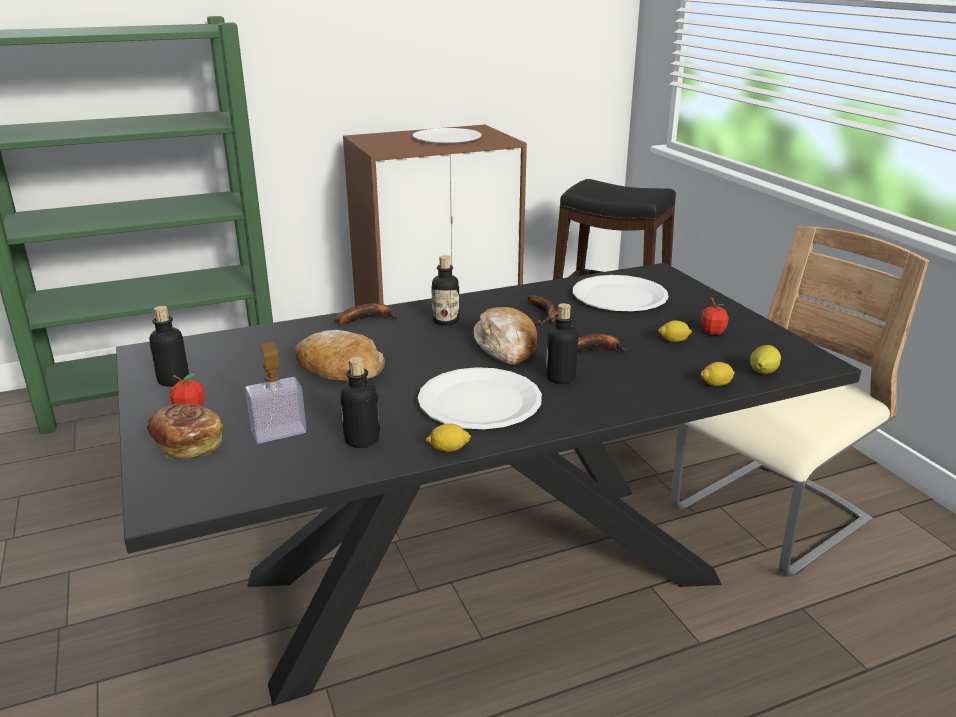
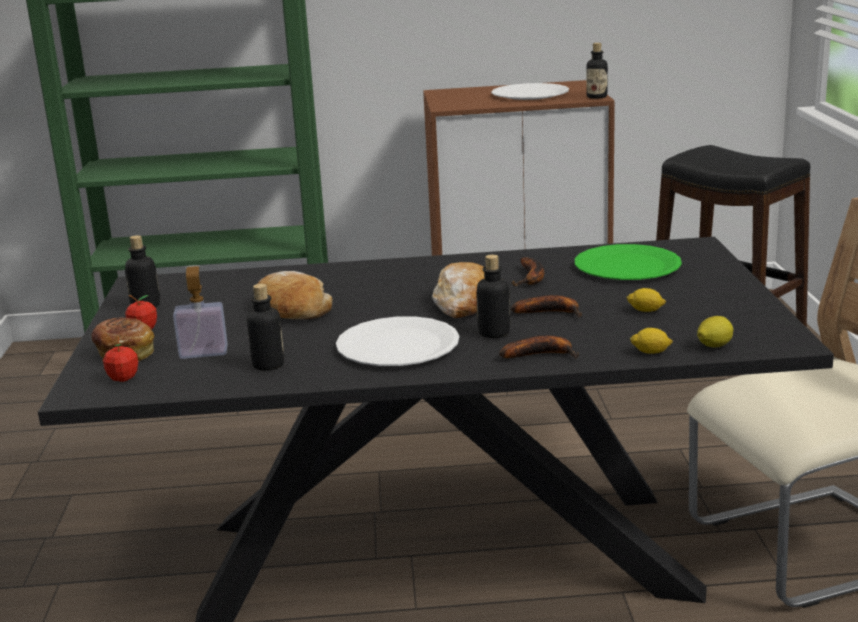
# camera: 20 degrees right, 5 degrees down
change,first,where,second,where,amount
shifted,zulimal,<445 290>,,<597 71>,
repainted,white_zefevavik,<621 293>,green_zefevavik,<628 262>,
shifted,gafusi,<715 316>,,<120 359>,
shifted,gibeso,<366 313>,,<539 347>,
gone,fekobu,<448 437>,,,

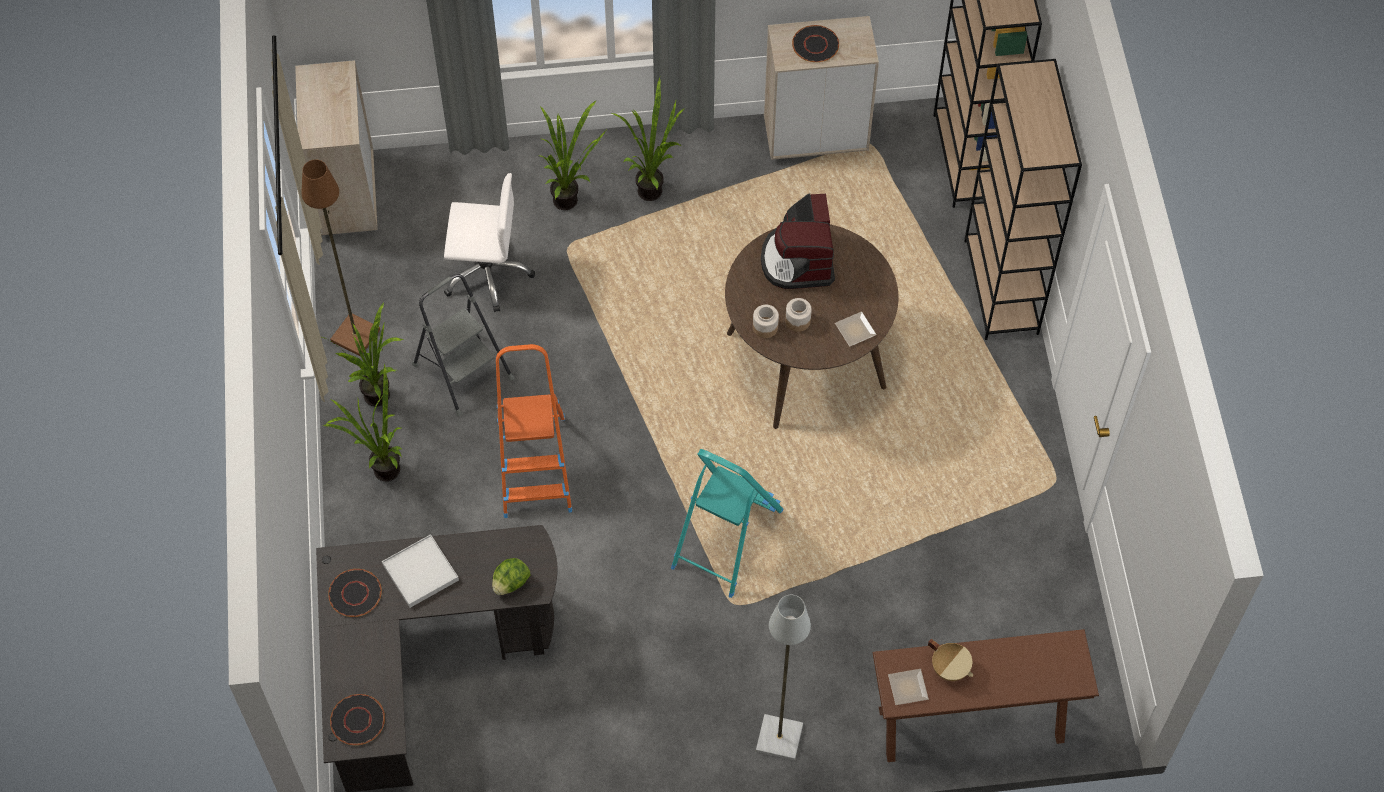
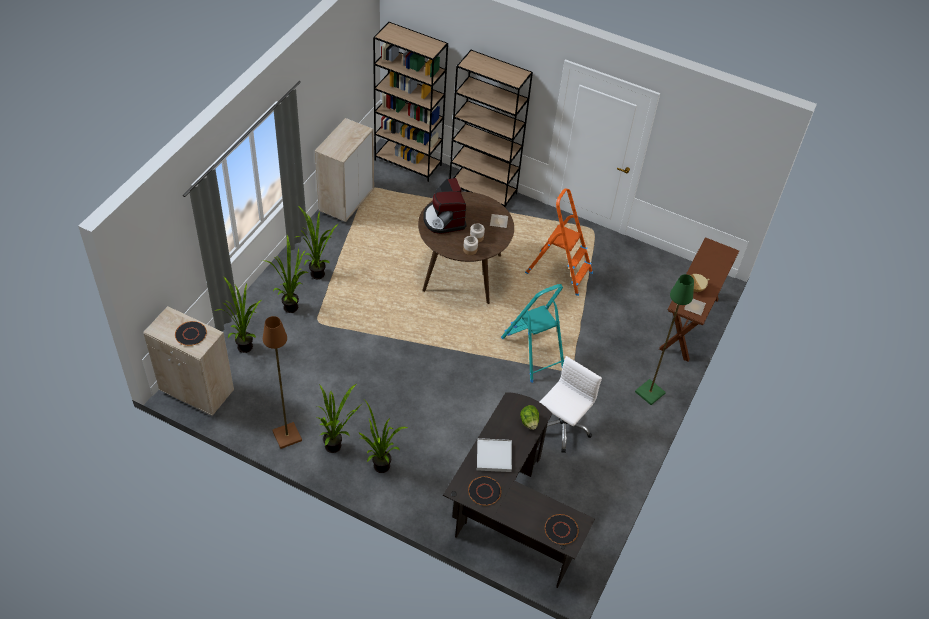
# camera: 60 degrees left, 10 degrees down
change,first,where,second,where,amount
shifted,black_zefevavik,<815 43>,,<191 333>,
shifted,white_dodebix,<489 242>,,<571 404>,
rotated,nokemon,<798 241>,,<445 206>,45 degrees clockwise
gone,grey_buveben,<463 345>,,,
shifted,orange_buveben,<534 431>,,<559 242>,
repainted,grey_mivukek,<783 677>,green_mivukek,<664 339>,
new,,,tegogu,<238 314>,

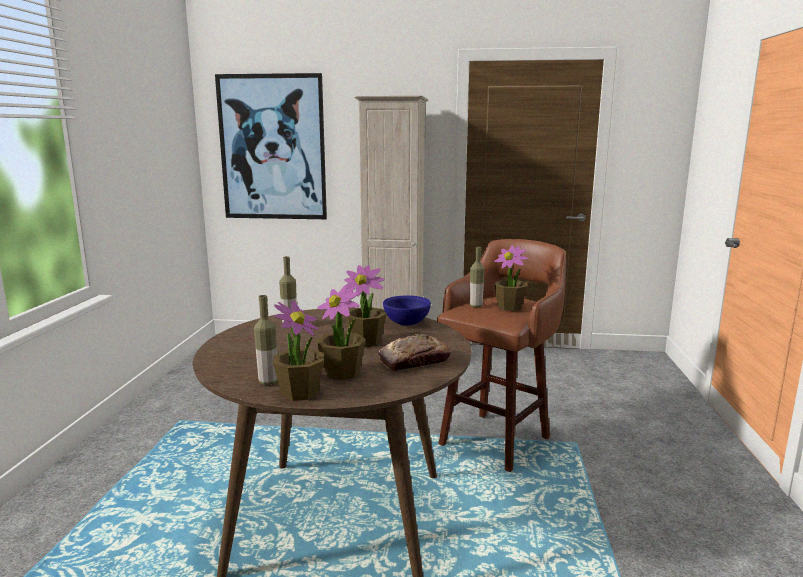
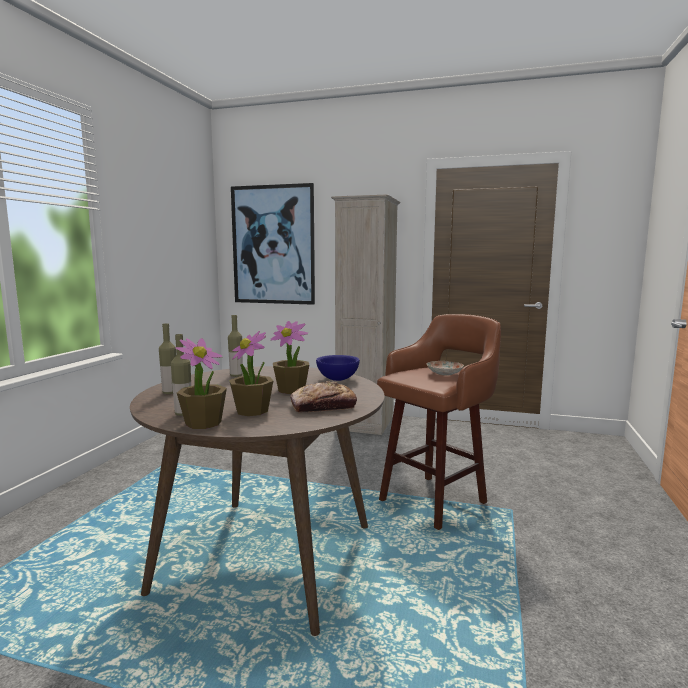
# camera: 10 degrees right, 5 degrees down
change,first,where,second,where,amount
swapped,tegogu,<511 278>,zefevavik,<445 368>,
shifted,zulimal,<477 277>,,<167 358>,

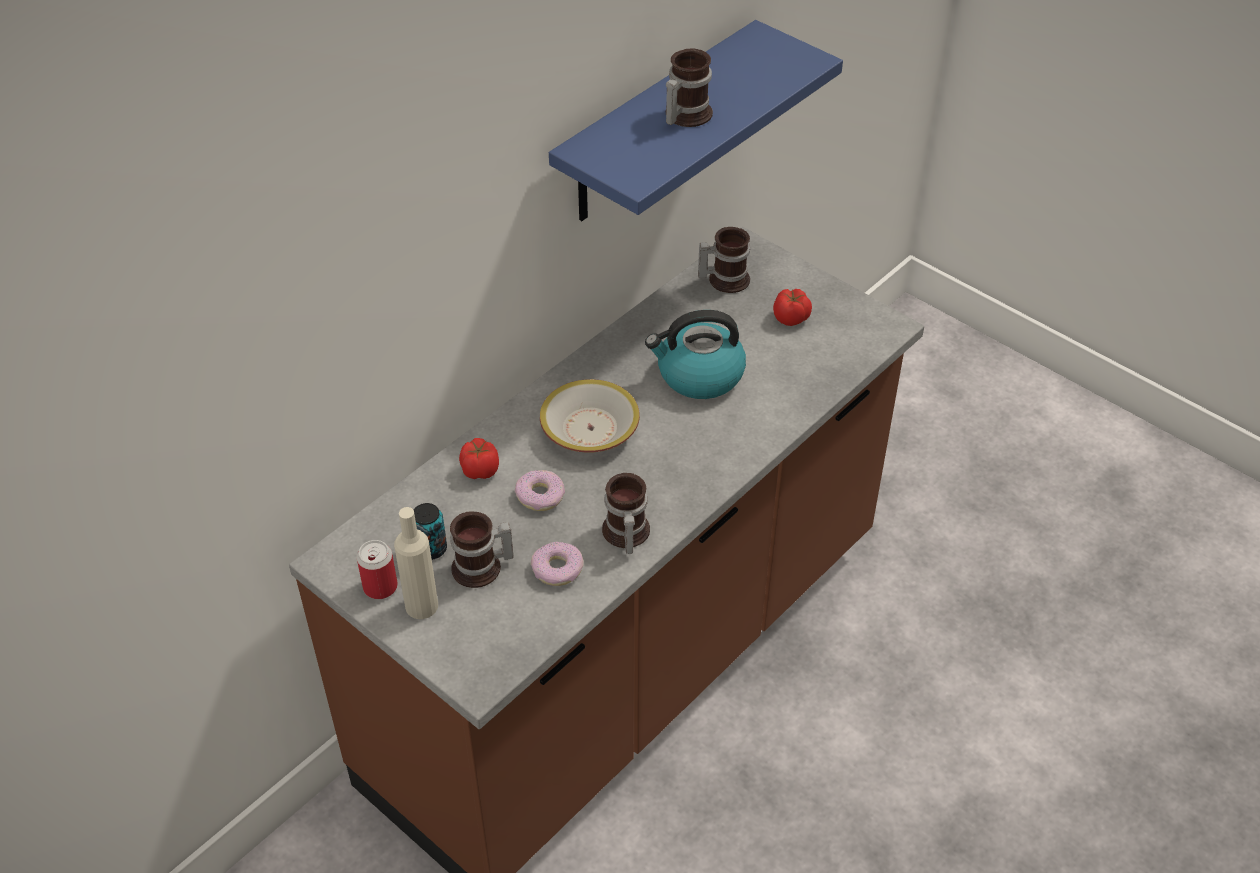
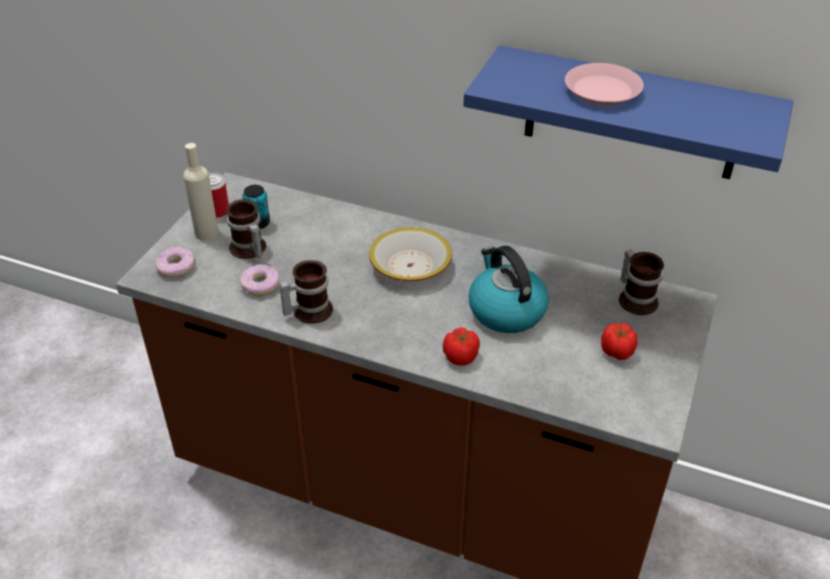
# camera: 70 degrees right, 5 degrees down
change,first,where,second,where,amount
swapped,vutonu,<689 87>,pink_zefevavik,<604 84>,
shifted,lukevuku,<479 458>,,<461 346>,
shifted,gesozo,<540 490>,,<175 262>,

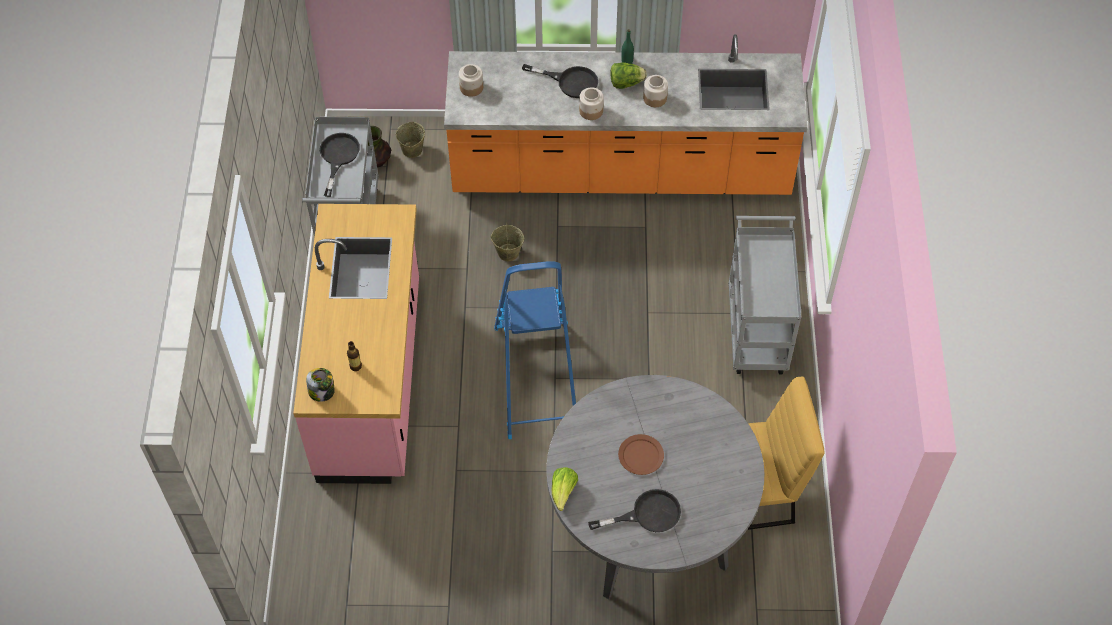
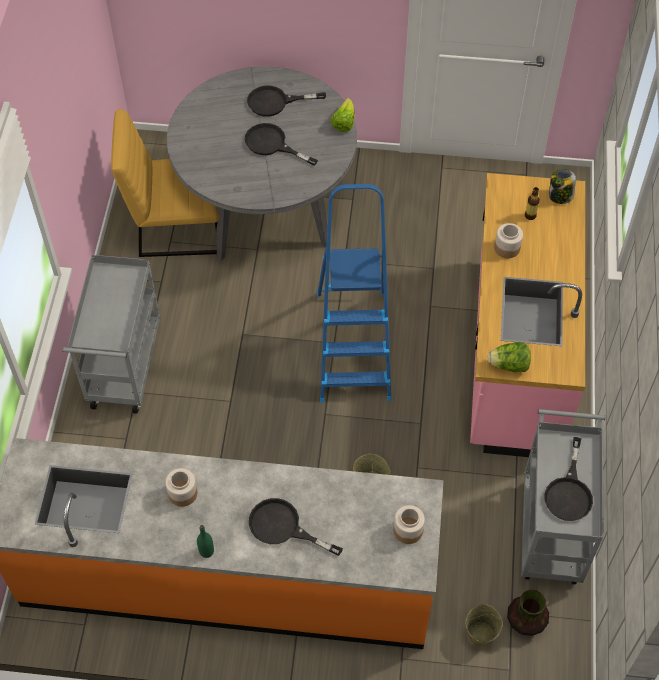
# camera: 175 degrees left, 0 degrees up
change,first,where,second,where,amount
shifted,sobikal,<628 76>,,<509 357>,
shifted,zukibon,<591 103>,,<508 240>,
swapped,brown_zefevavik,<641 454>,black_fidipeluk,<281 144>,

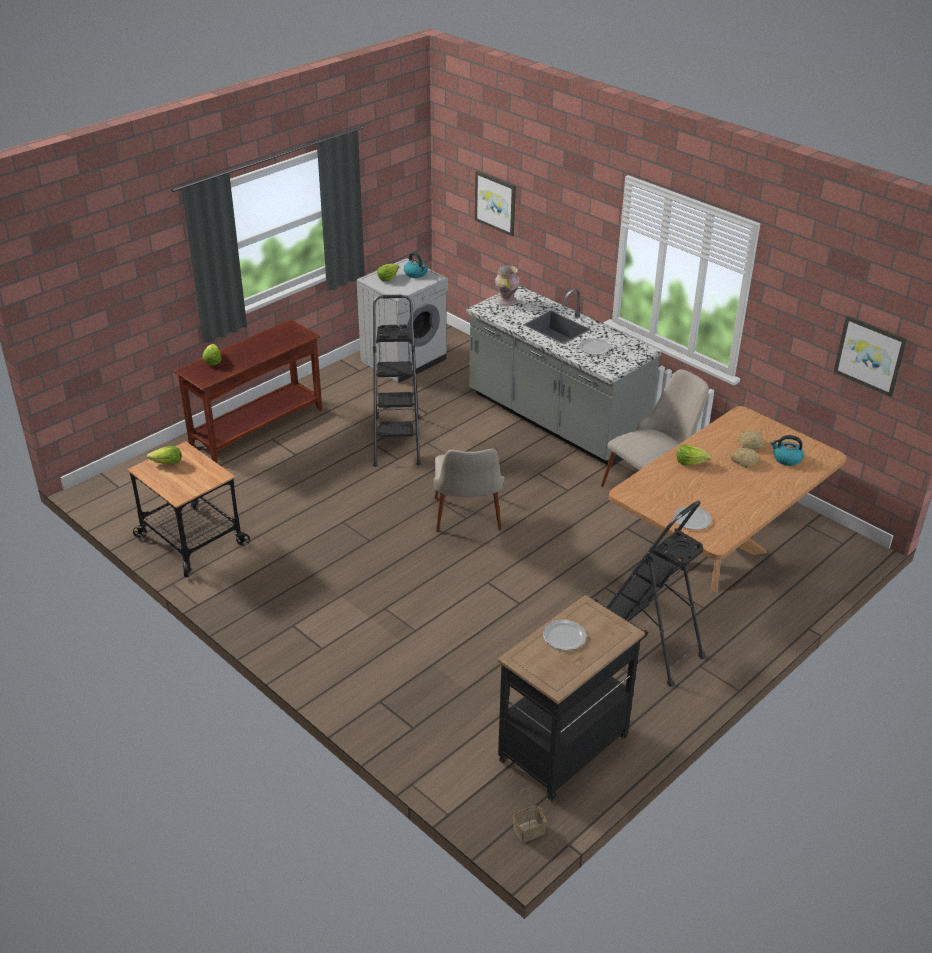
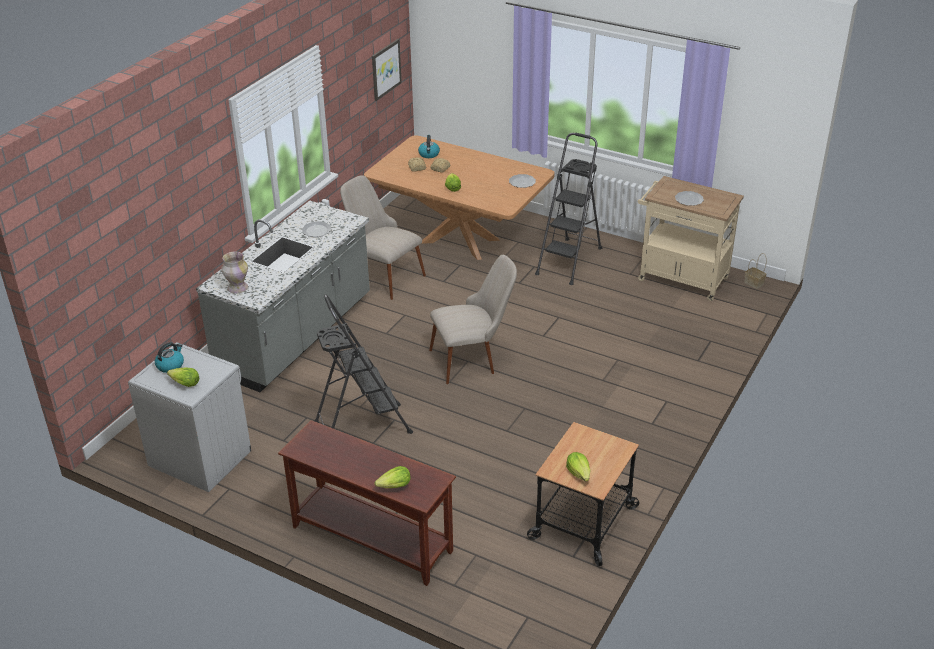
# camera: 105 degrees left, 0 degrees up
change,first,where,second,where,amount
gone,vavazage,<495 203>,,,
repainted,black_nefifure,<572 698>,beige_nefifure,<690 238>,

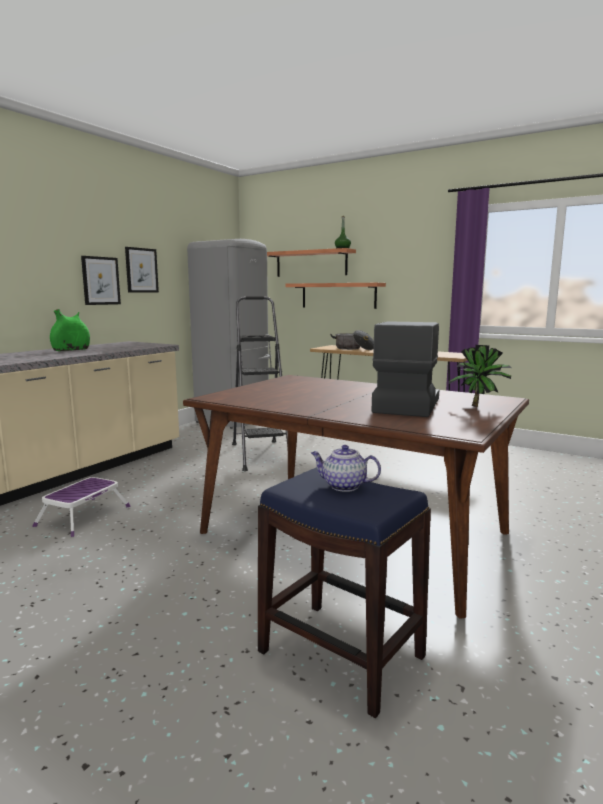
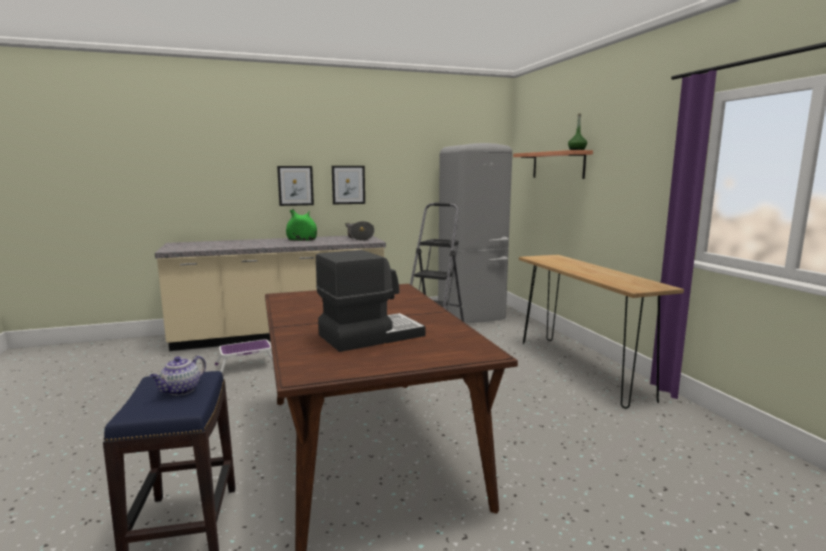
# camera: 40 degrees right, 0 degrees up
change,first,where,second,where,amount
shifted,vavazage,<142 270>,,<295 186>,
gone,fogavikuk,<335 296>,,,
shifted,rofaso,<352 340>,,<359 231>,
gone,tegogu,<480 376>,,,
rotated,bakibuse,<346 468>,,<178 375>,120 degrees counterclockwise

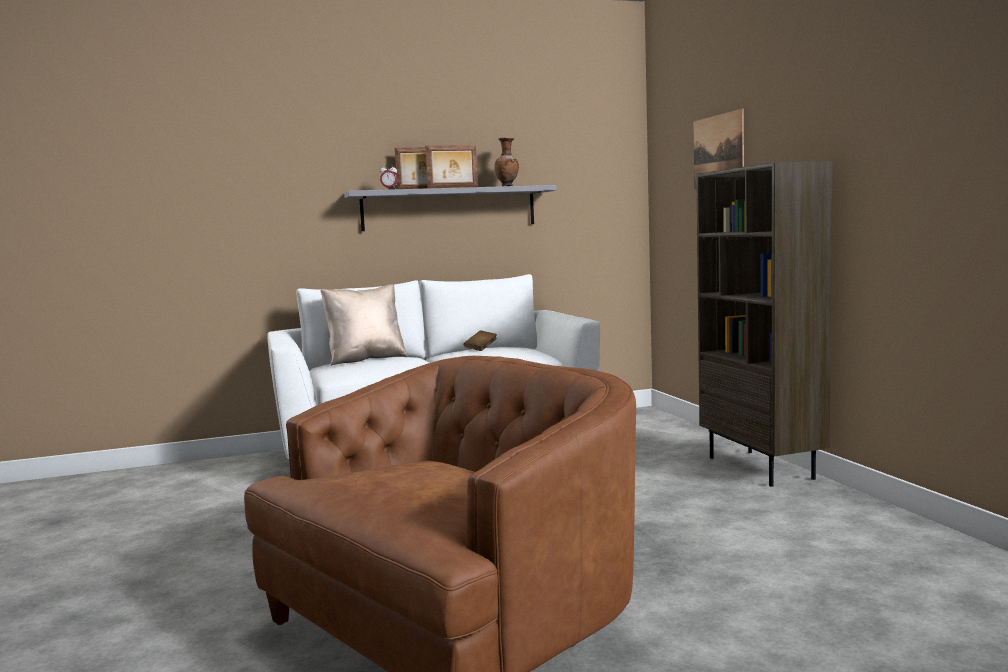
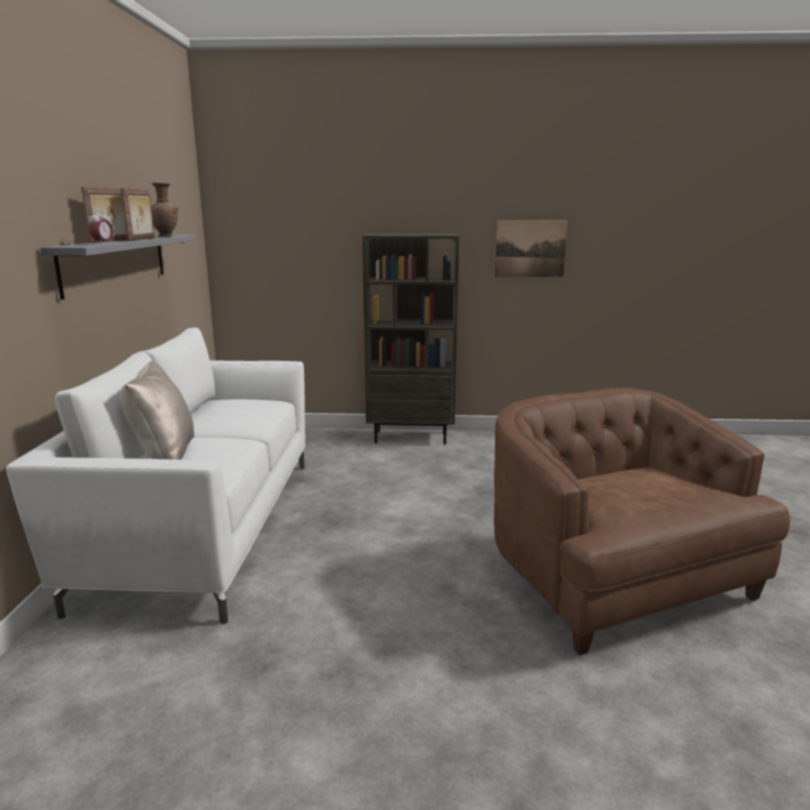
# camera: 70 degrees left, 10 degrees up
change,first,where,second,where,amount
shifted,vavazage,<718 148>,,<531 248>,
gone,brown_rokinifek,<480 340>,,,

